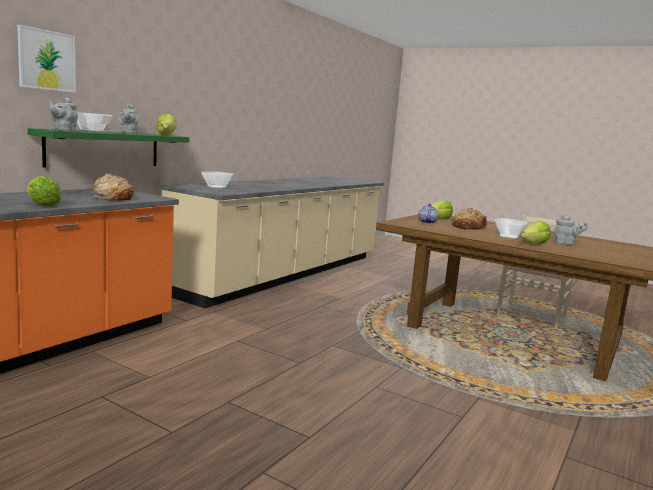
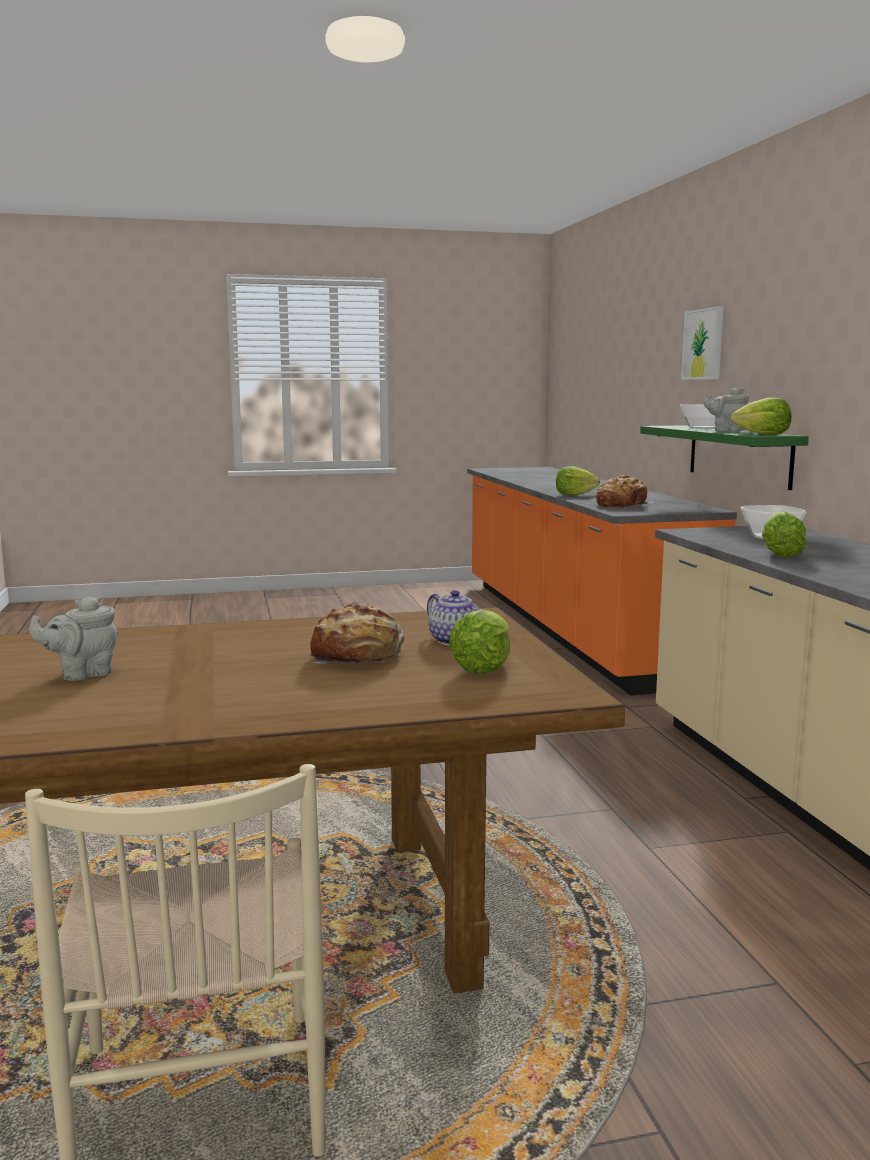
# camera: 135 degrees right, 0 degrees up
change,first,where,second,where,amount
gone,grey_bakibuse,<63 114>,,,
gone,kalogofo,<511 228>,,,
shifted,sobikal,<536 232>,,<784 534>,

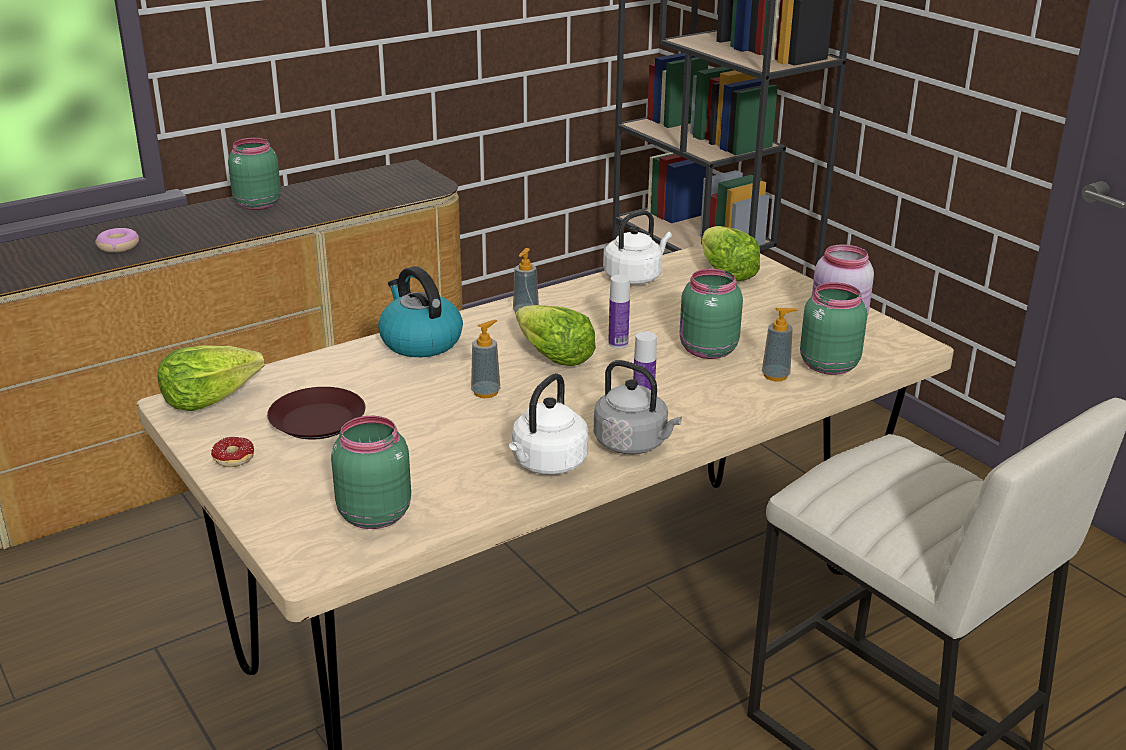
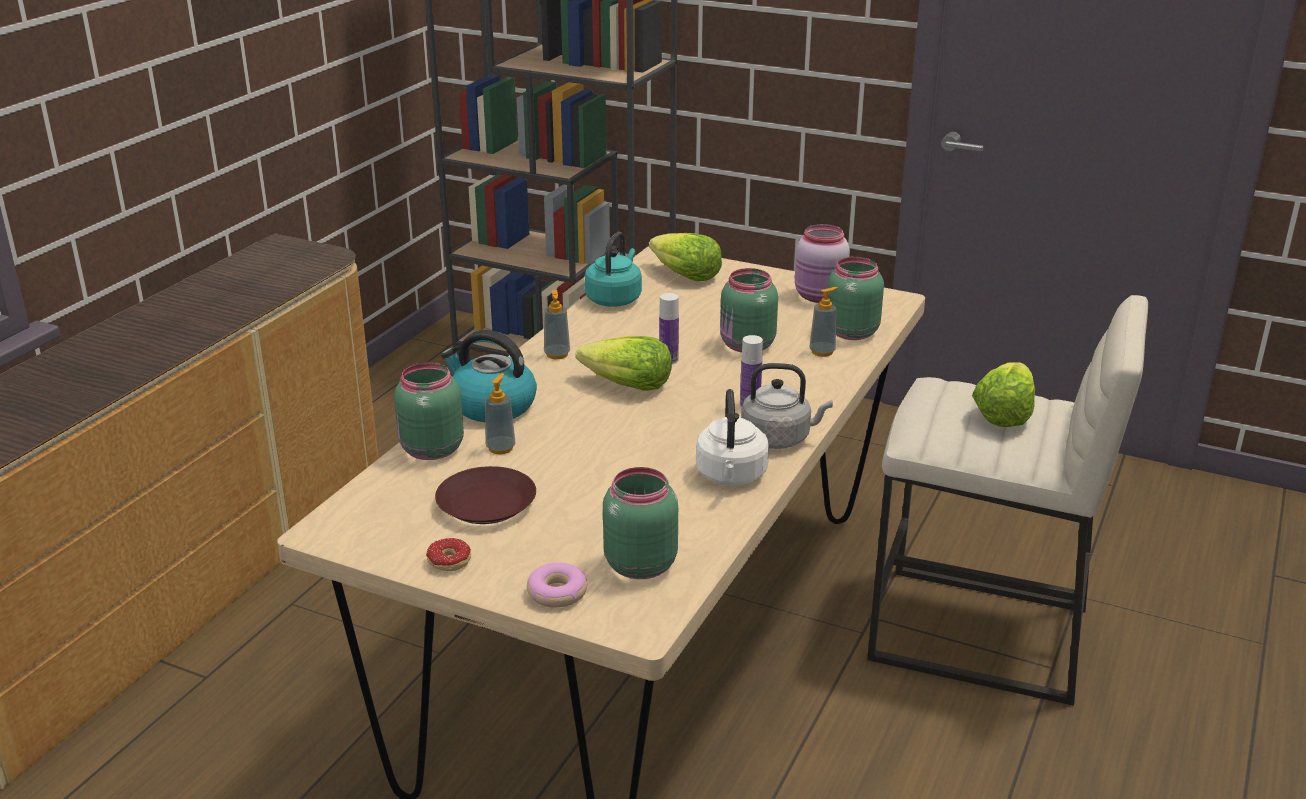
# camera: 30 degrees left, 0 degrees up
change,first,where,second,where,amount
shifted,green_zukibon,<254 173>,,<429 411>,
repainted,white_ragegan,<638 247>,turquoise_ragegan,<613 269>,
shifted,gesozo,<117 240>,,<557 585>,
shifted,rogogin,<485 359>,,<500 413>,
shifted,sobikal,<211 378>,,<1003 394>,

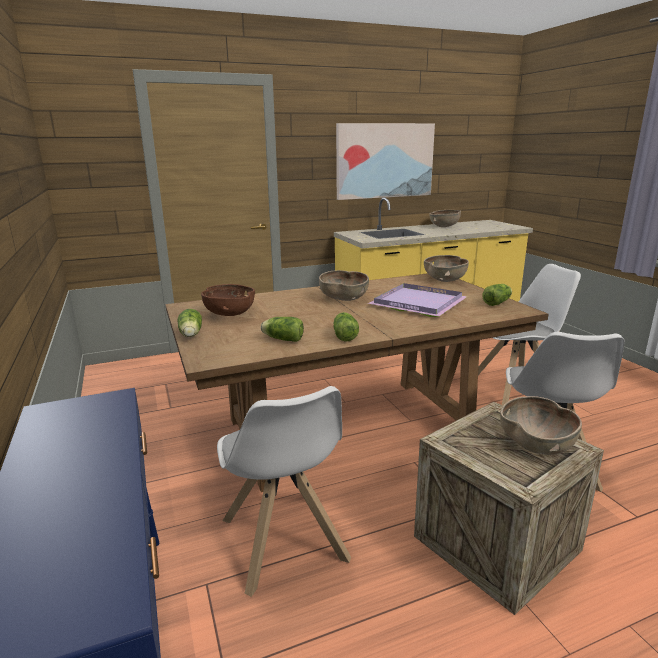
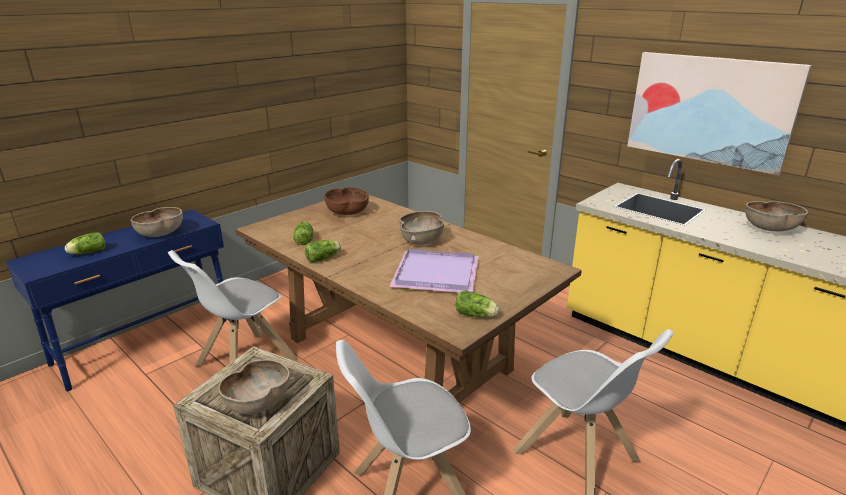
# camera: 65 degrees right, 5 degrees up
change,first,where,second,where,amount
shifted,brown_kalogofo,<446 268>,,<157 222>,
shifted,sobikal,<189 323>,,<85 243>,

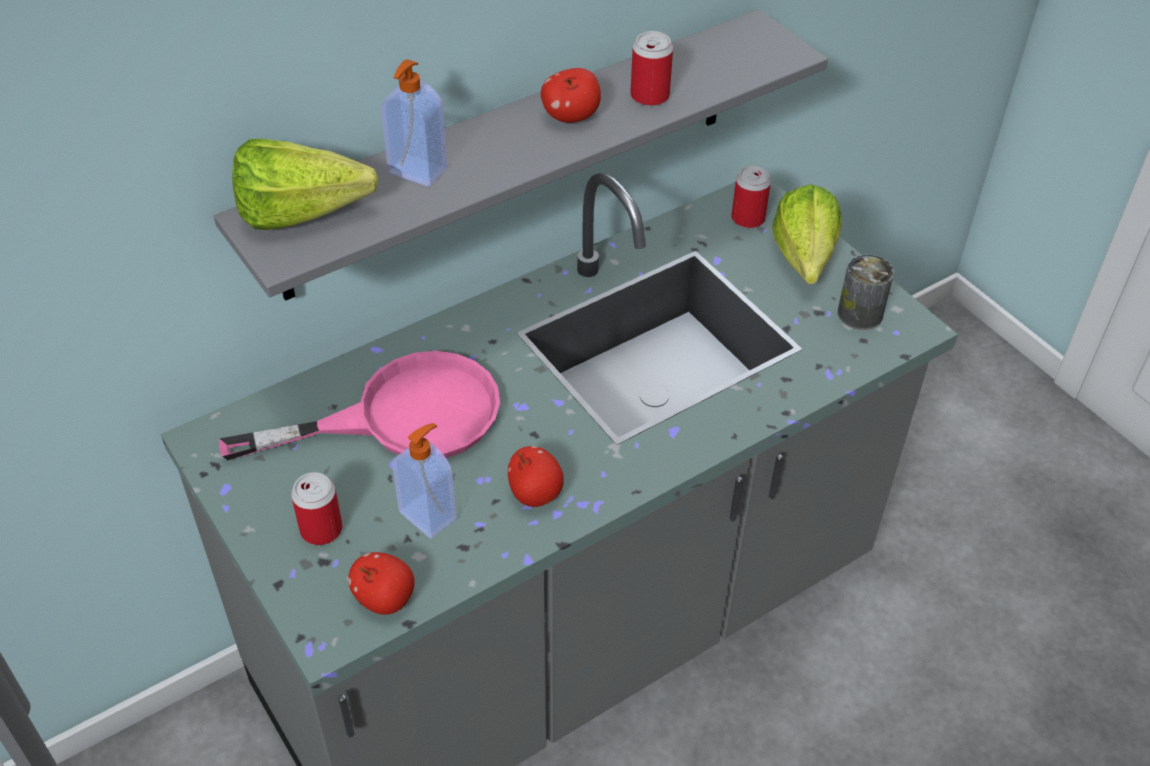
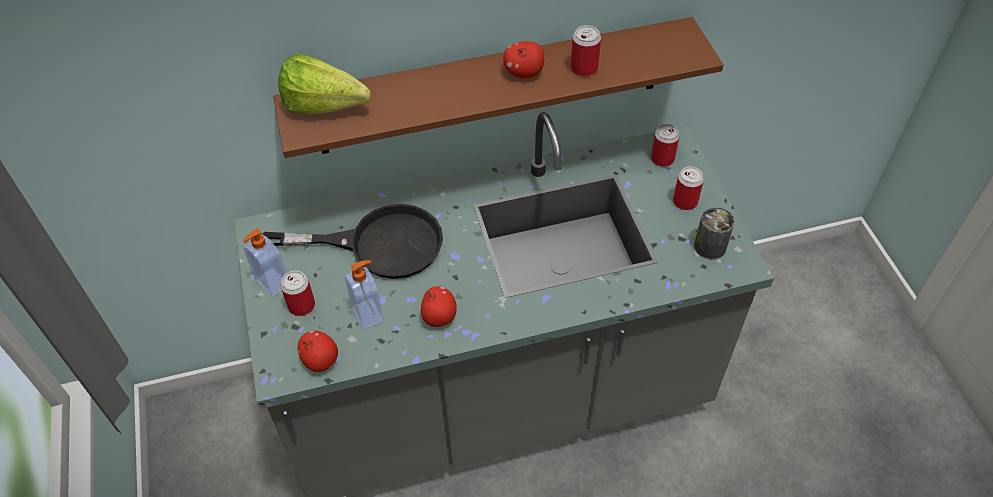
# camera: 20 degrees right, 5 degrees up
change,first,where,second,where,amount
repainted,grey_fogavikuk,<521 155>,brown_fogavikuk,<498 87>,
shifted,rogogin,<414 122>,,<264 262>,
swapped,sobikal,<806 234>,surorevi,<688 188>,
repainted,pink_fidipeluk,<359 406>,black_fidipeluk,<352 241>,

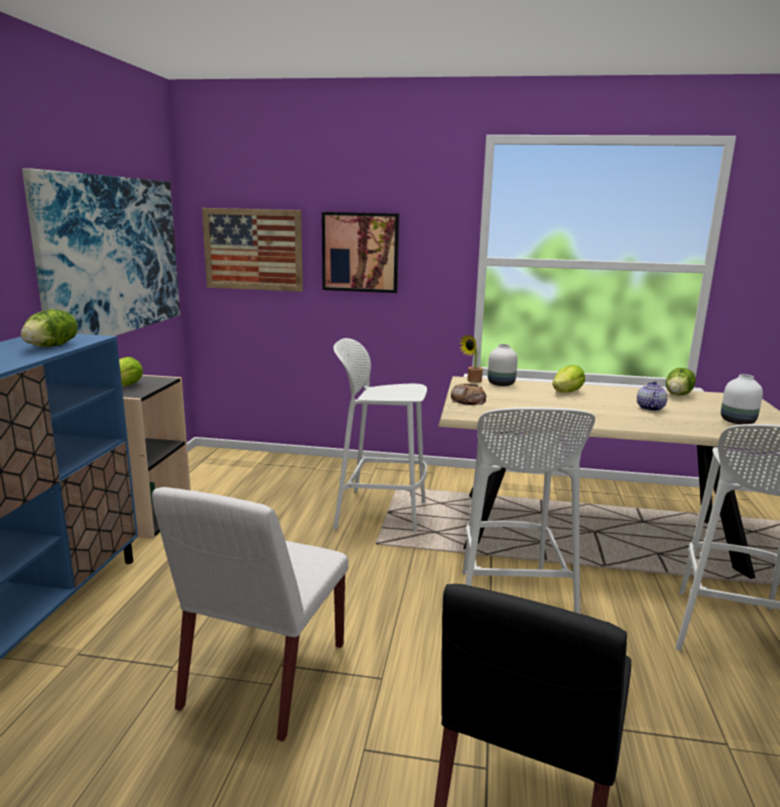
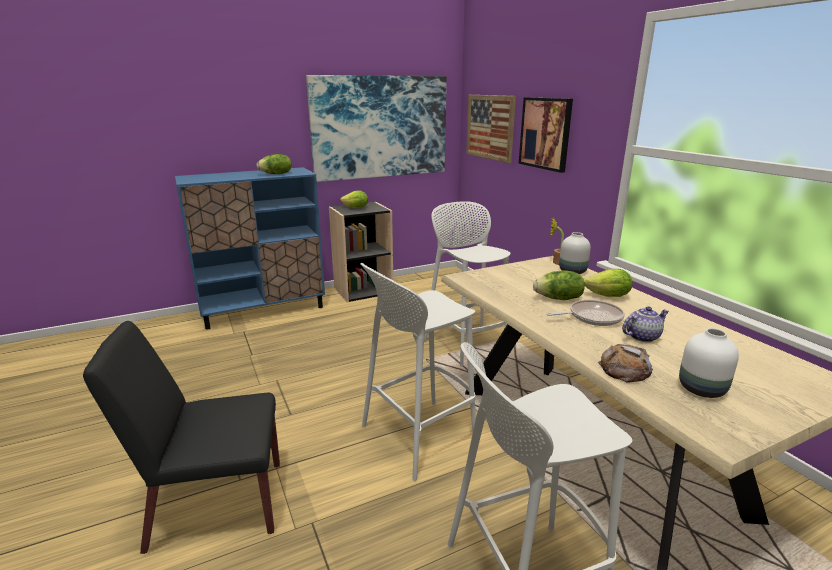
# camera: 55 degrees right, 5 degrees up
change,first,where,second,where,amount
shifted,sobikal,<681 382>,,<559 285>,
shifted,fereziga,<469 394>,,<625 363>,
gone,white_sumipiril,<250 614>,,,
new,,,fidipeluk,<586 313>,

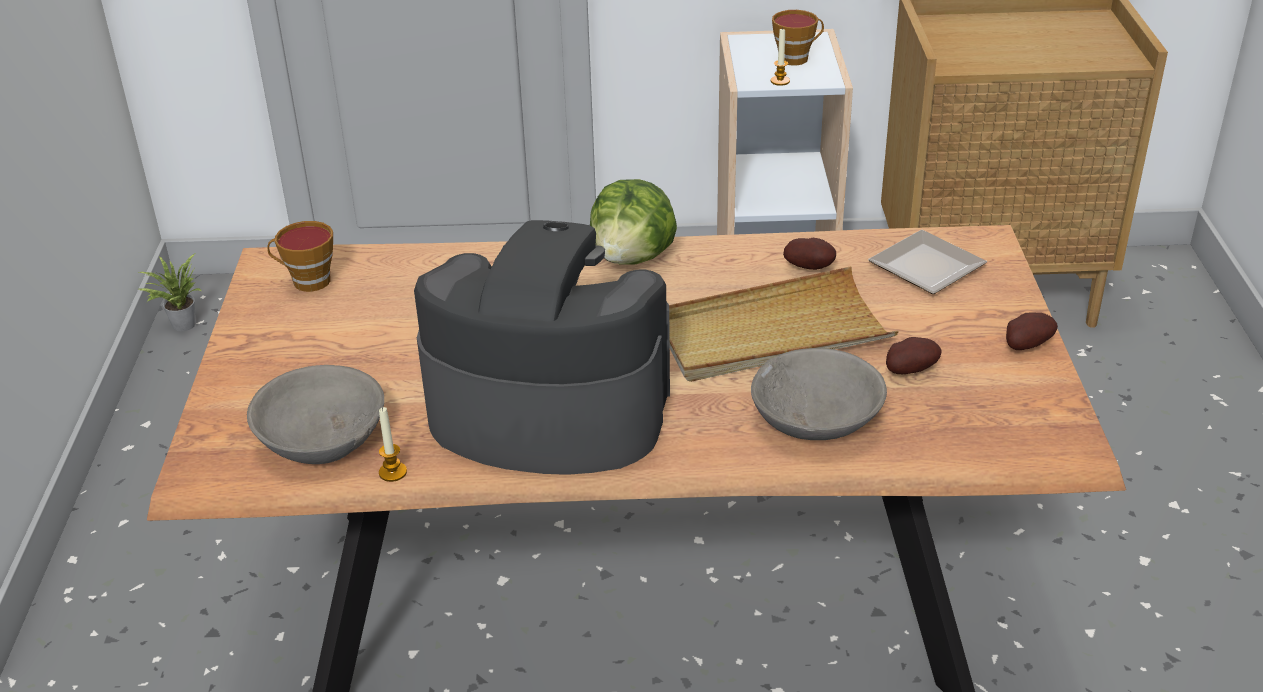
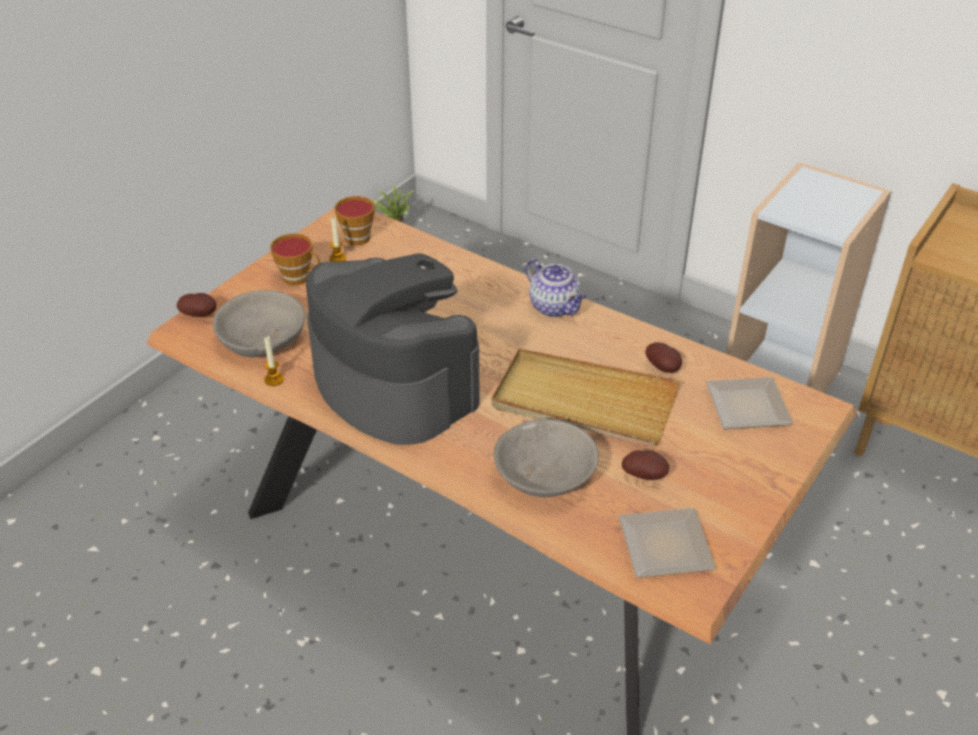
# camera: 35 degrees right, 5 degrees up
change,first,where,second,where,amount
shifted,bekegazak,<798 38>,,<295 259>,
shifted,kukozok,<780 56>,,<338 239>,
swapped,sobikal,<633 222>,bakibuse,<556 288>,
shifted,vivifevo,<1032 331>,,<197 305>,
new,,,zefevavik,<667 543>,

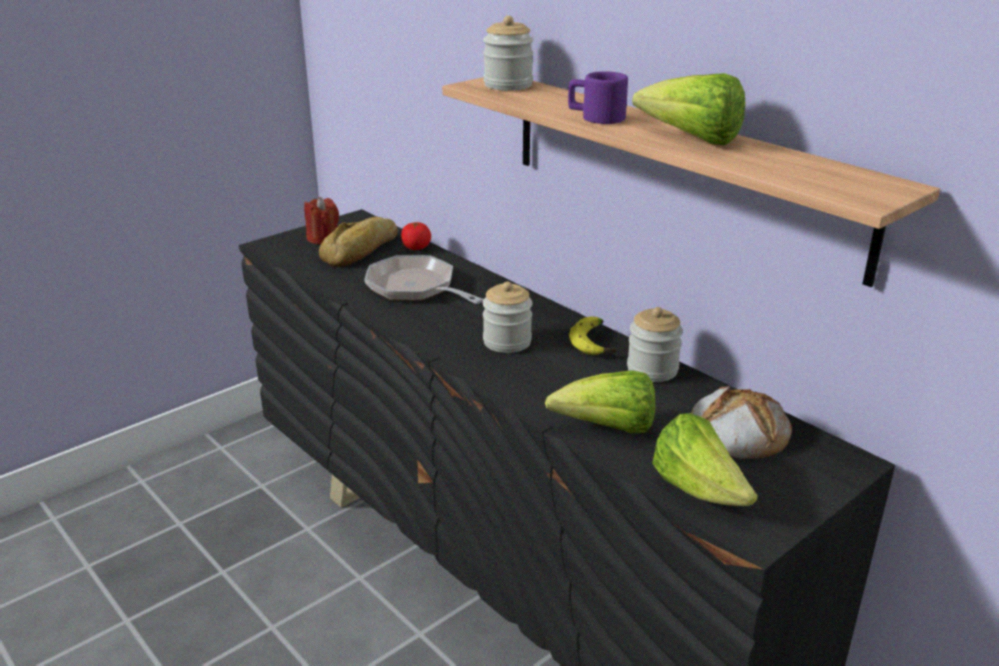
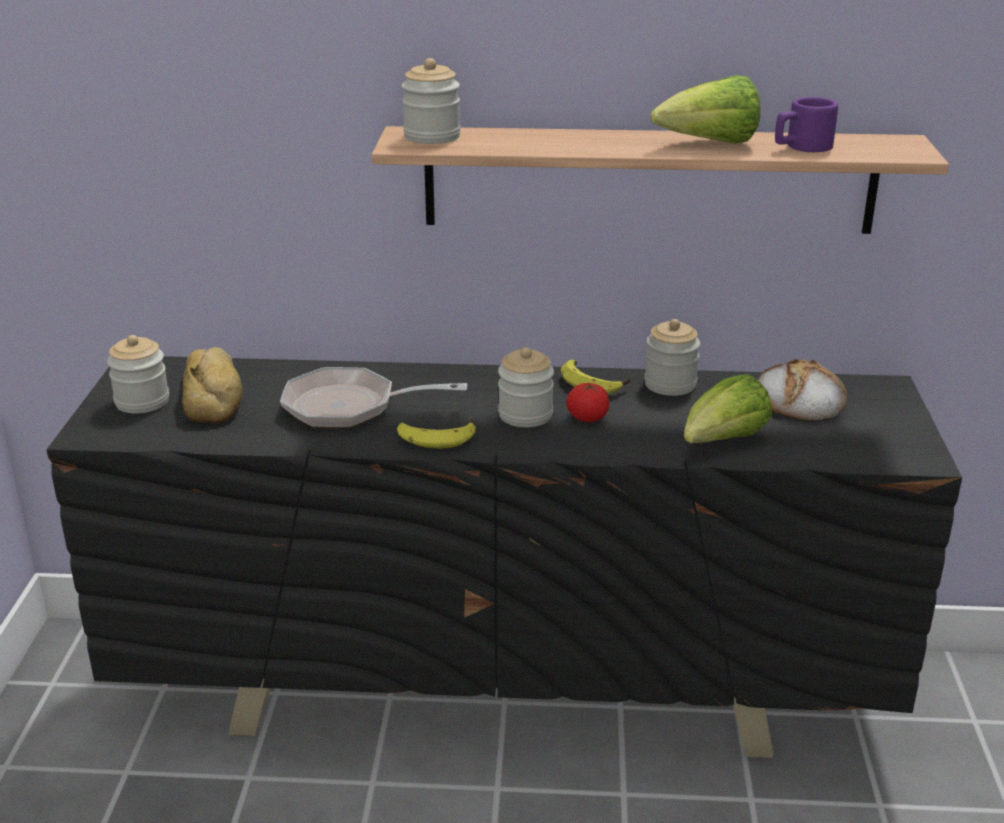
# camera: 45 degrees left, 0 degrees up
change,first,where,second,where,amount
shifted,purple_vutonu,<598 97>,,<806 124>,
swapped,red_kukozok,<321 221>,zukibon,<138 374>,
shifted,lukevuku,<416 236>,,<587 402>,
gone,sobikal,<705 459>,,,
new,,,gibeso,<436 433>,

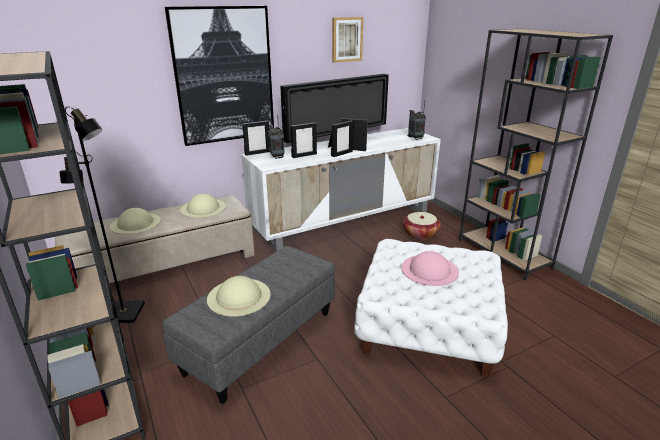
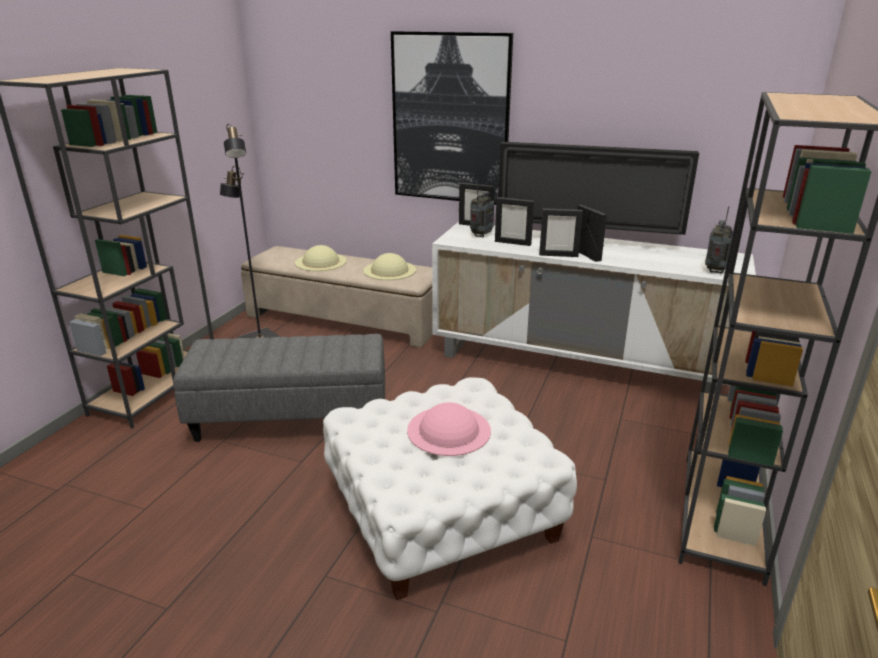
# camera: 50 degrees right, 0 degrees up
change,first,where,second,where,amount
gone,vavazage,<348 40>,,,
gone,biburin,<422 225>,,,
gone,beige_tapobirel,<239 296>,,,

